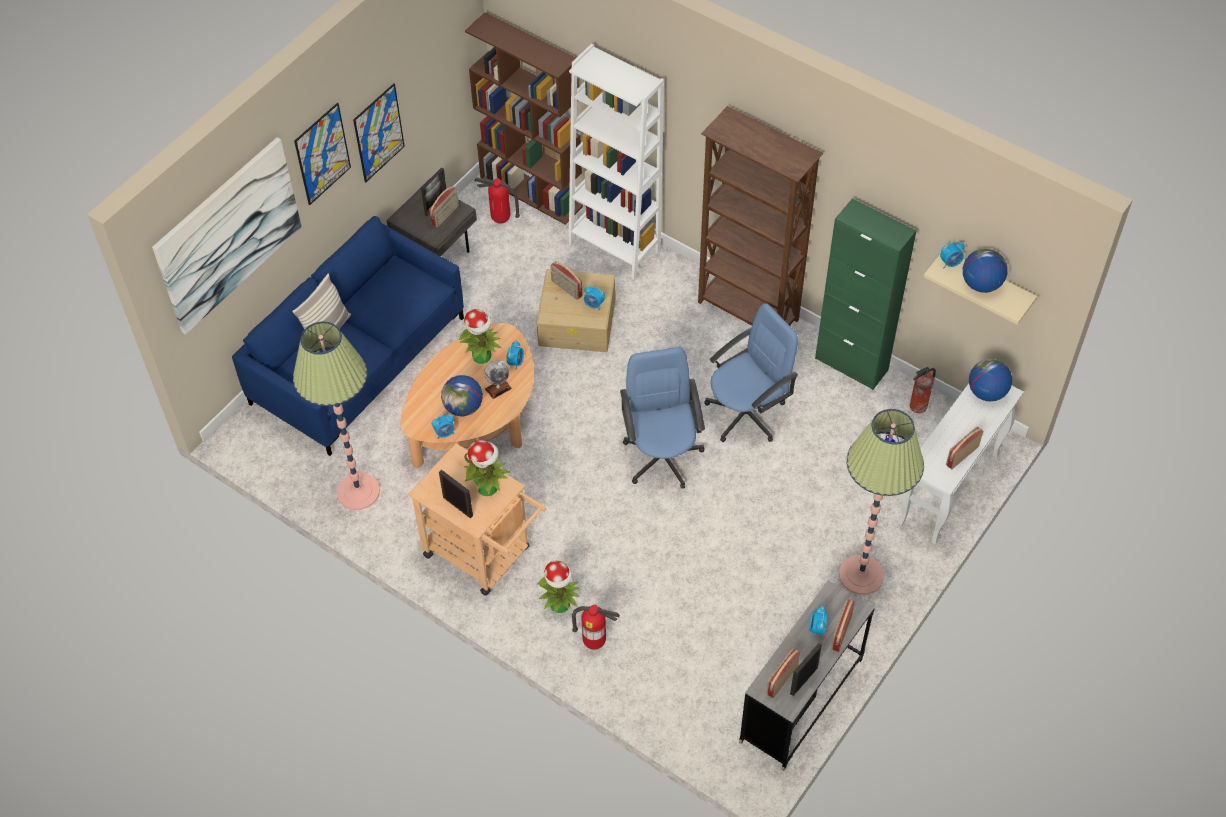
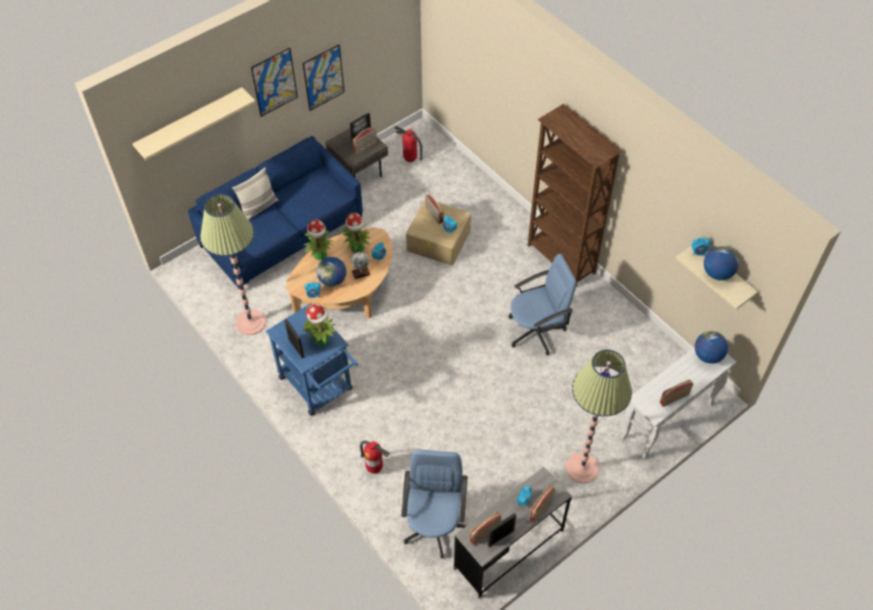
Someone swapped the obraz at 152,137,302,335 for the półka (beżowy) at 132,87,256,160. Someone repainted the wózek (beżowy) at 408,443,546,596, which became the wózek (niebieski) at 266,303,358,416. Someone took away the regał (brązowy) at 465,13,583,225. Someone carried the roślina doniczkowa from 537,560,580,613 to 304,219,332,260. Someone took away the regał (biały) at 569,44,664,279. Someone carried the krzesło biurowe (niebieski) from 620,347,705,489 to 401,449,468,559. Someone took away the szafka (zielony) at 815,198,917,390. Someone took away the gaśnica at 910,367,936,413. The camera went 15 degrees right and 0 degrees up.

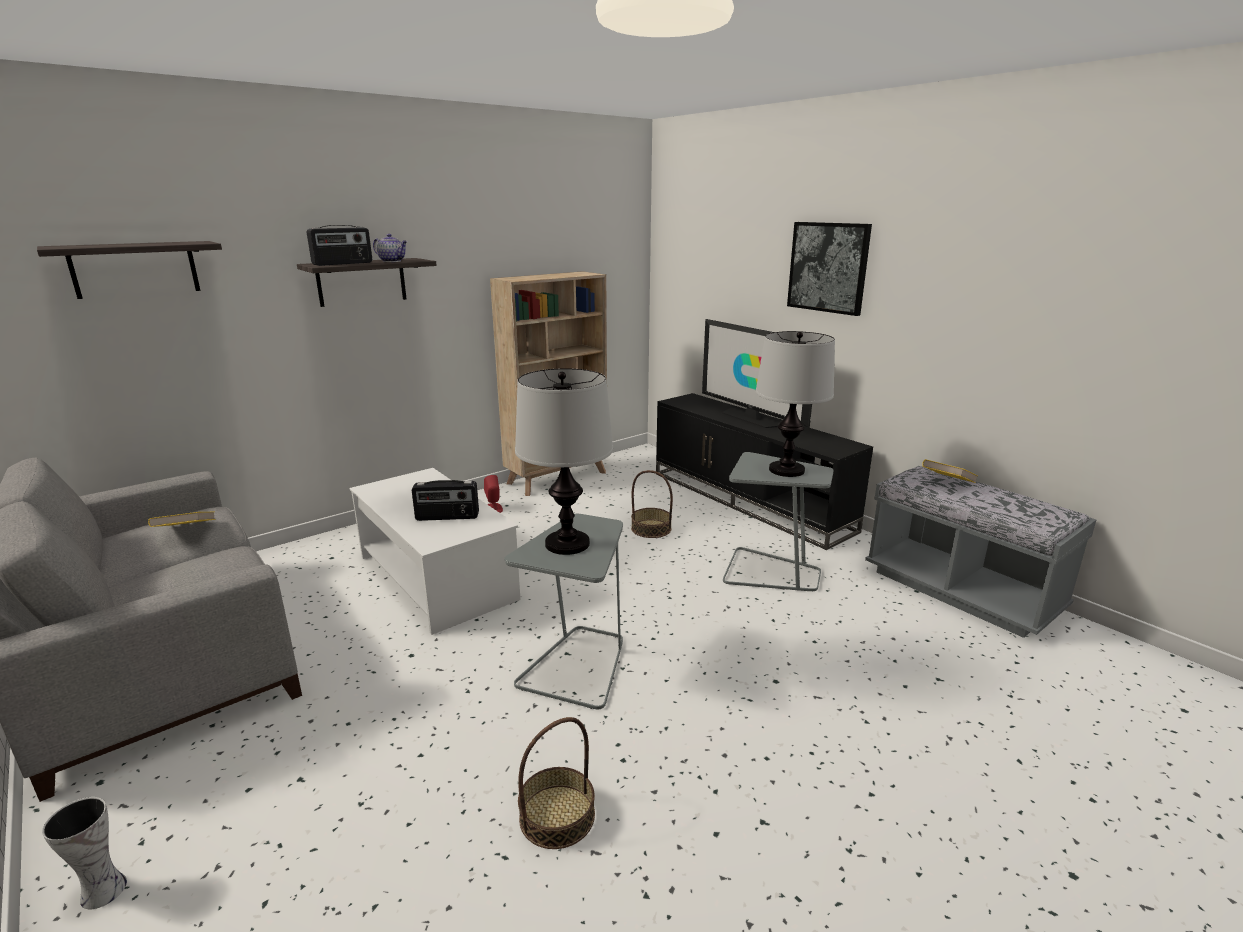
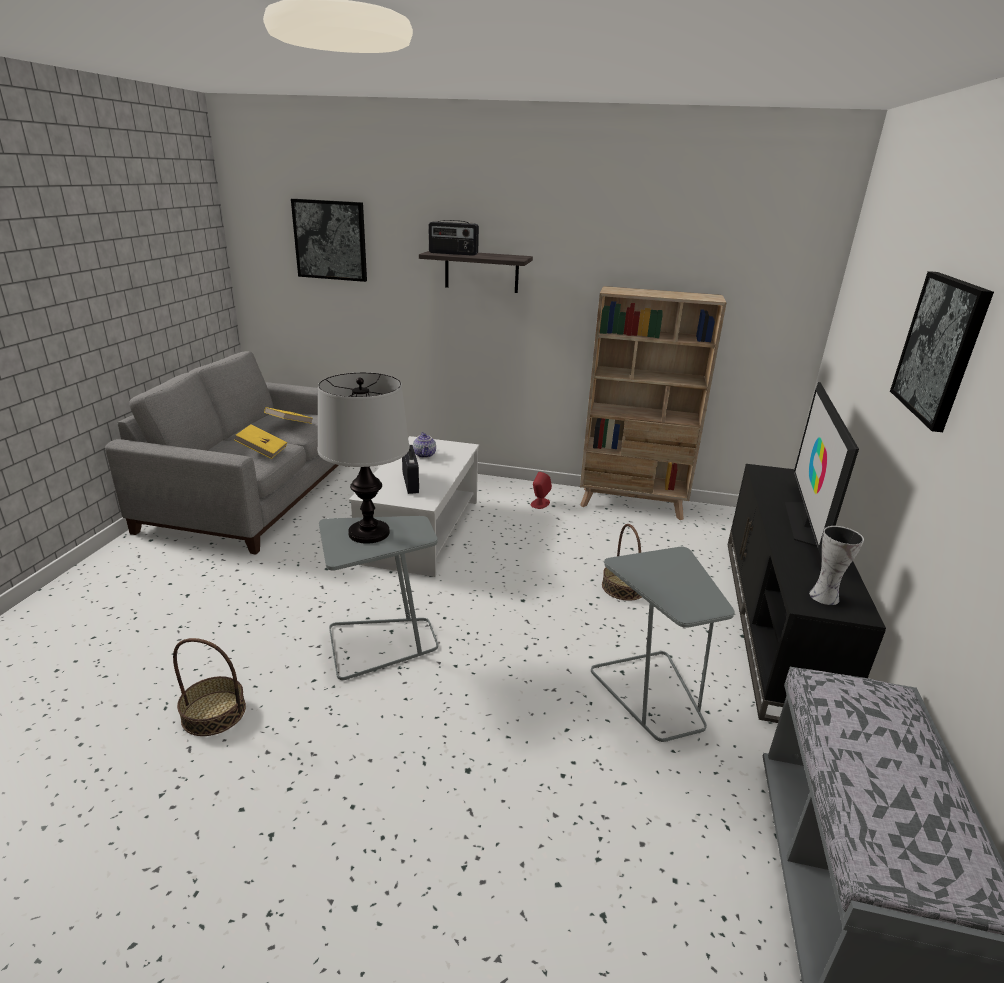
Someone swapped the półka at 37,241,222,299 for the obraz at 291,199,367,282. Someone carried the wazon from 42,797,127,909 to 809,526,864,605. Someone carried the imbryk from 373,234,408,262 to 413,432,436,458. Someone rotated the radio at 412,480,479,521 by 150 degrees counterclockwise. Someone took away the lampa stołowa at 756,331,835,477. Someone carried the książka (żółty) from 922,459,978,483 to 234,424,287,459. The camera went 50 degrees right and 5 degrees up.

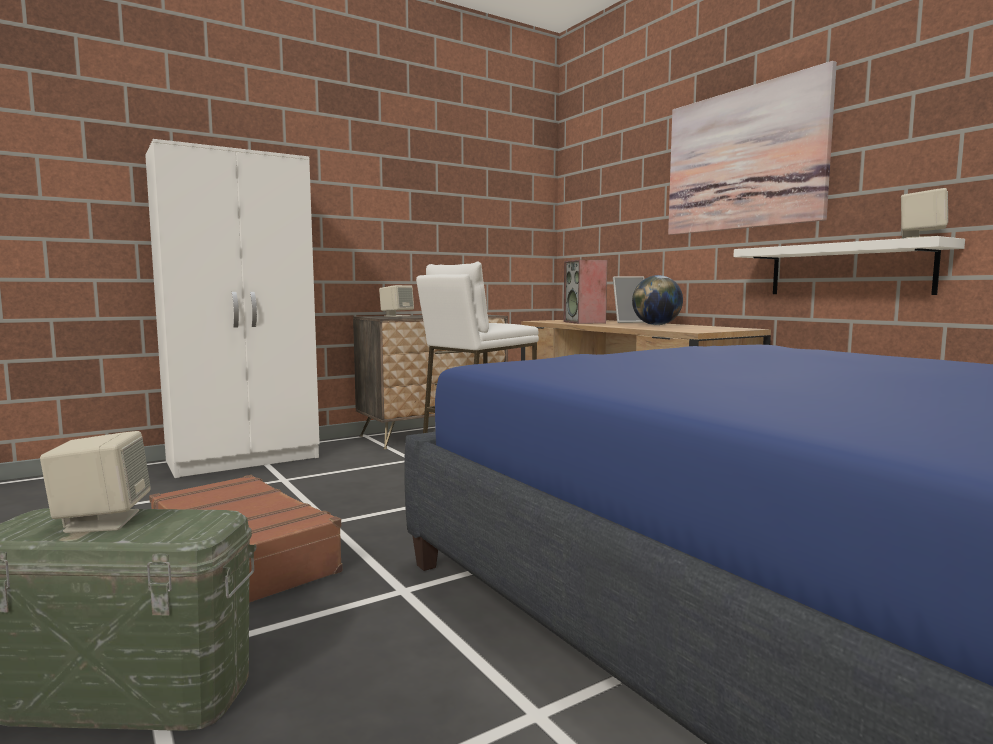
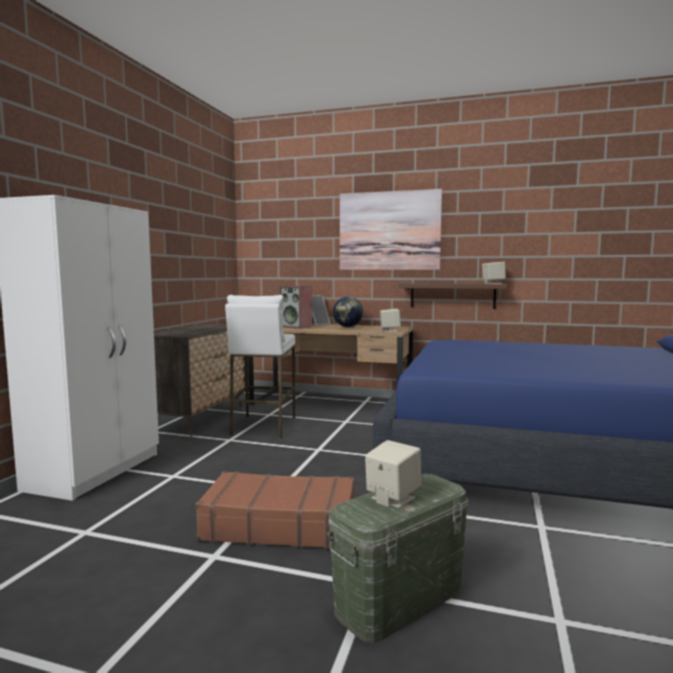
Someone carried the głośnik (beżowy) from 379,285,414,317 to 380,309,401,332. Someone repainted the półka (biały) at 734,236,965,295, which became the półka (brązowy) at 398,283,507,309. The camera went 40 degrees left and 0 degrees up.

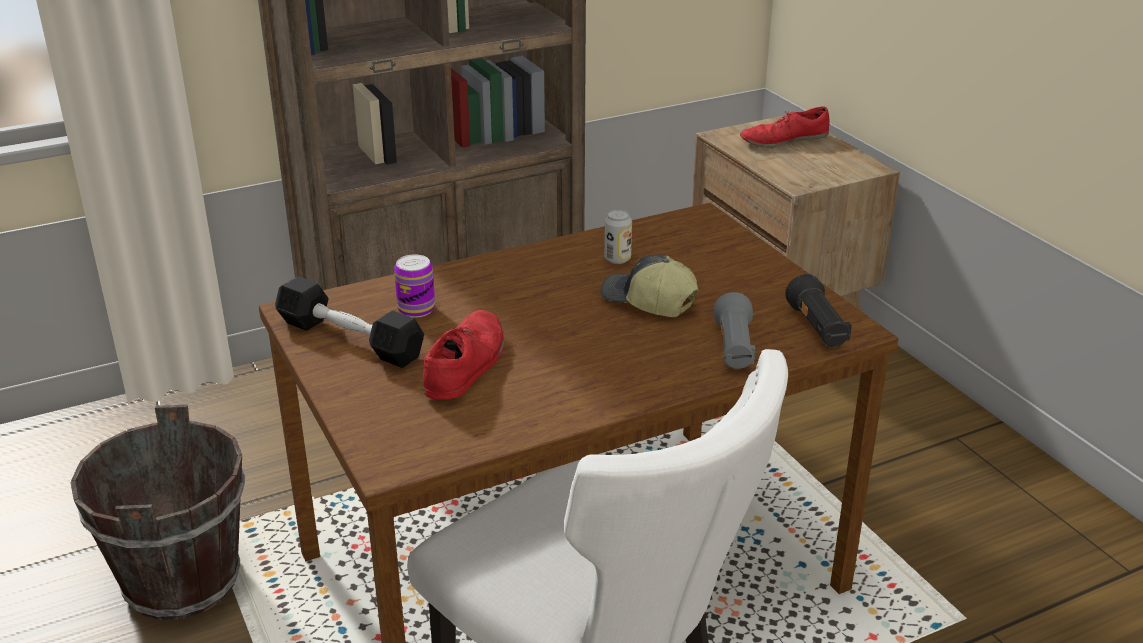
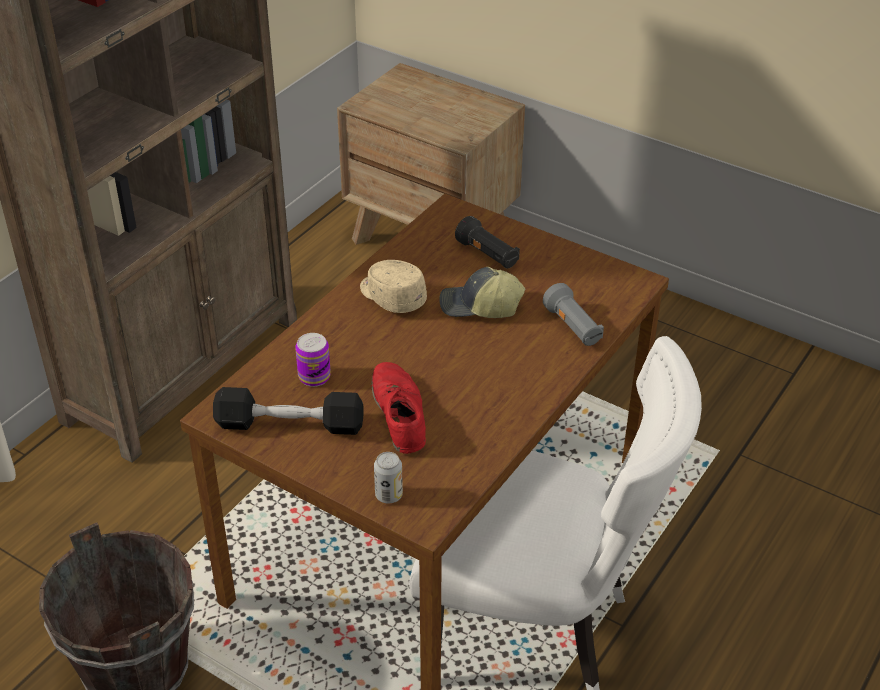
Someone carried the puszka from 604,210,632,264 to 374,452,403,503. Someone took away the but (czerwony) at 740,106,829,148. Someone carried the latarka (czarny) from 785,274,852,347 to 455,216,520,269. Someone put down the czapka z daszkiem (beżowy) at 360,260,427,313. The camera went 30 degrees left and 10 degrees up.

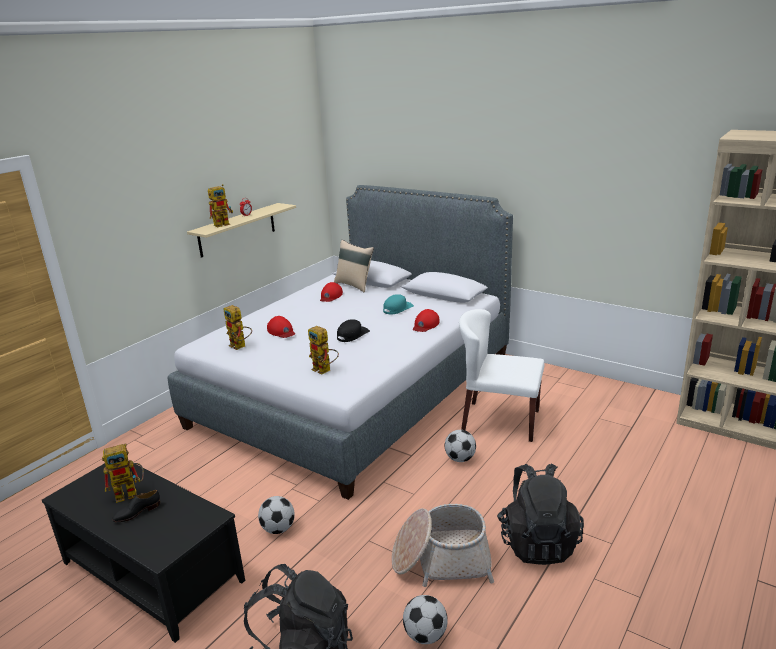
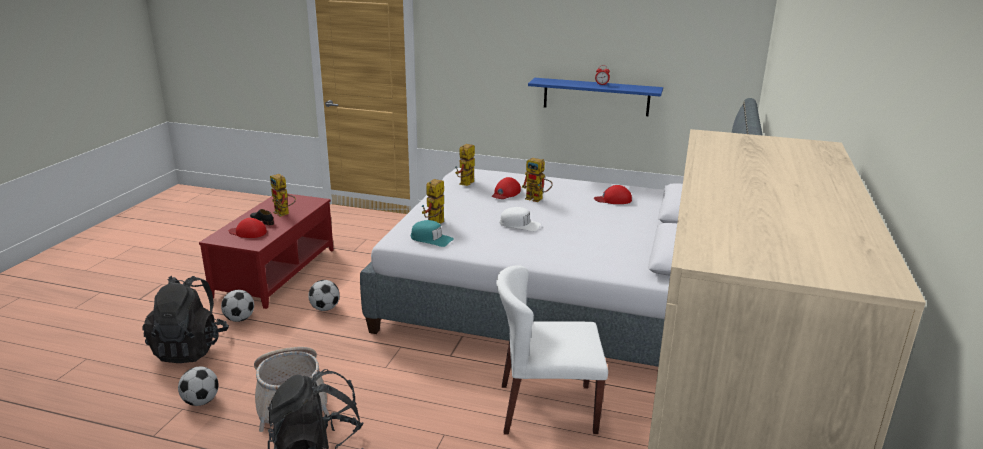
Someone repainted the ława (czarny) at 42,460,245,643, which became the ława (czerwony) at 199,194,334,309. Someone repainted the półka (beżowy) at 187,203,296,258, which became the półka (niebieski) at 528,78,663,116. Someone carried the robot zabawkowy from 208,184,233,227 to 522,158,553,202. Someone took away the poduszka (beżowy) at 334,240,374,292. Someone repainted the czapka z daszkiem (czarny) at 337,319,370,342, which became the czapka z daszkiem (biały) at 499,207,541,231. Someone carried the czapka z daszkiem (turkusowy) from 383,294,414,314 to 411,220,454,247. Someone carried the czapka z daszkiem (czerwony) from 413,309,440,332 to 229,218,267,238. Someone carried the piłka futbolowa from 445,430,476,462 to 221,290,254,322. Someone rotated the krzesło (biały) at 459,309,545,442 by 90 degrees counterclockwise. The camera went 70 degrees right and 0 degrees up.

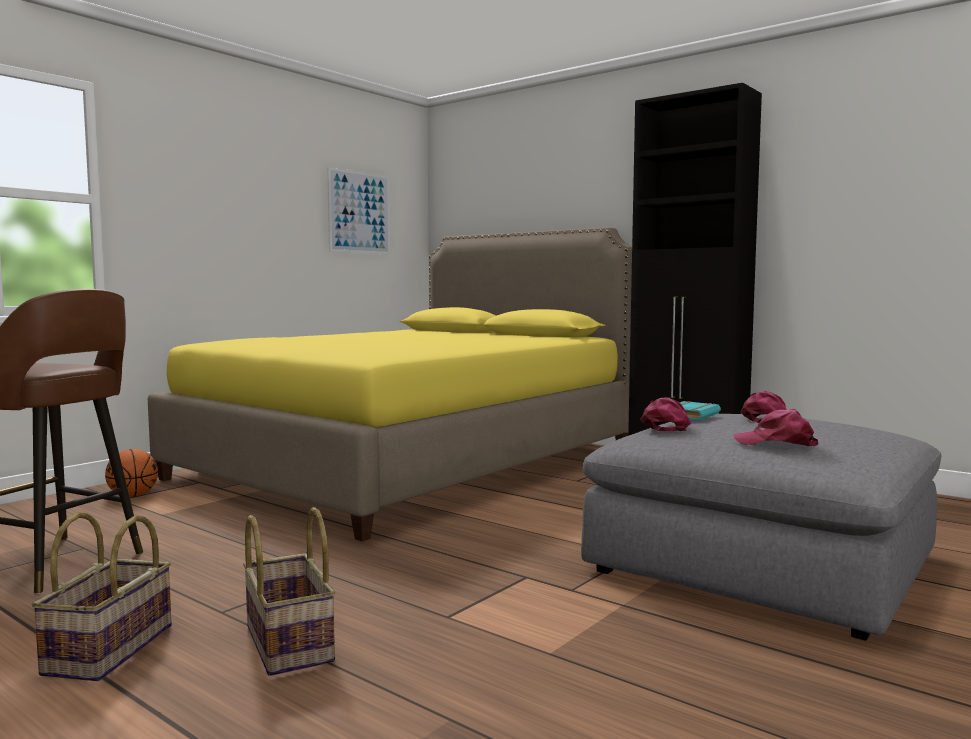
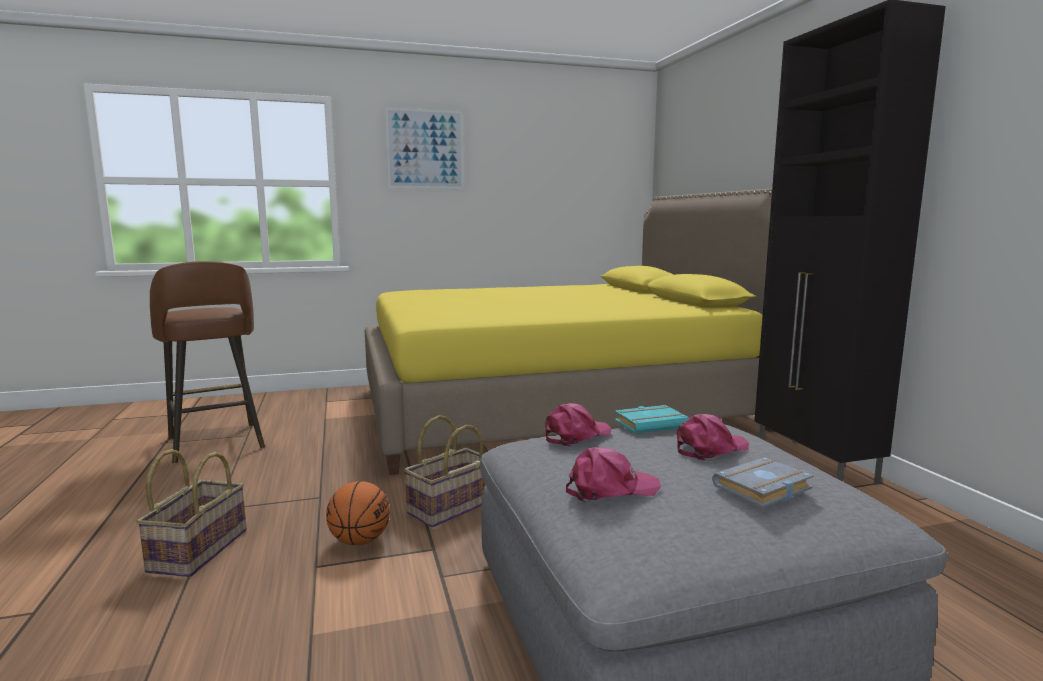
Someone carried the koszyk from 32,512,172,681 to 404,415,486,527. Someone carried the piłka do koszykówki from 105,449,158,497 to 326,481,390,545. Someone carried the obraz from 327,167,390,254 to 385,107,464,189. Someone rotated the czapka z daszkiem (różowy) at 734,409,818,446 by 105 degrees clockwise. Someone put down the książka (szary) at 712,457,814,508. The camera went 35 degrees right and 5 degrees up.

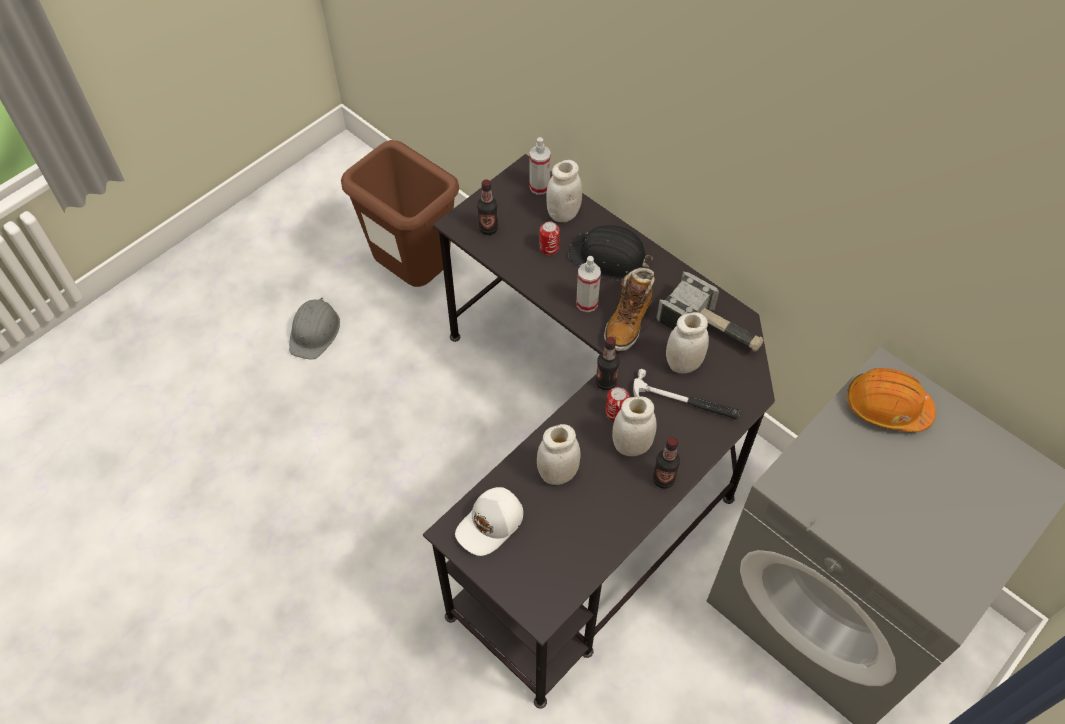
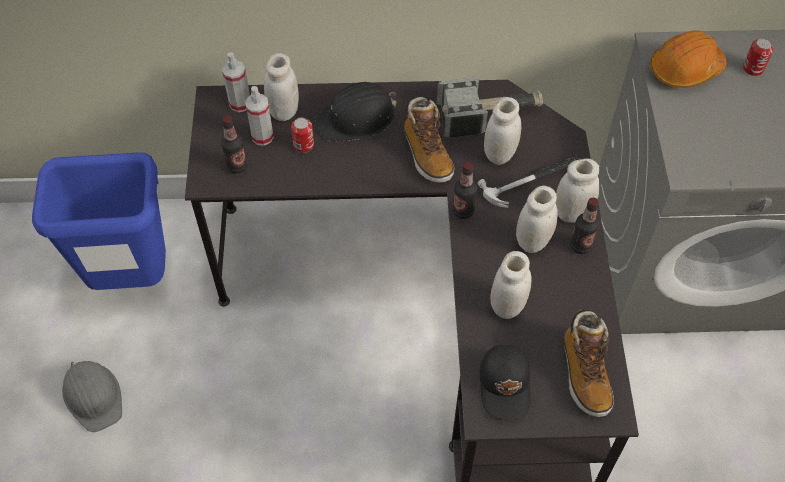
Someone repainted the kosz na śmieci (brązowy) at 341,140,459,287, which became the kosz na śmieci (niebieski) at 32,152,166,290. Someone repainted the czapka z daszkiem (biały) at 455,487,523,556, which became the czapka z daszkiem (czarny) at 479,345,530,419. Someone carried the spryskiwacz from 576,256,601,312 to 245,86,274,146. Someone carried the puszka from 605,387,629,421 to 743,38,774,76. Someone put down the słoik (biały) at 555,159,600,223. Someone put down the but z cholewką at 564,310,614,417. The camera went 45 degrees left and 0 degrees up.

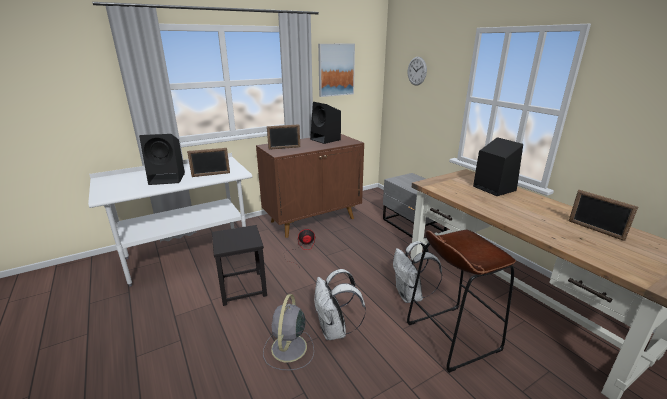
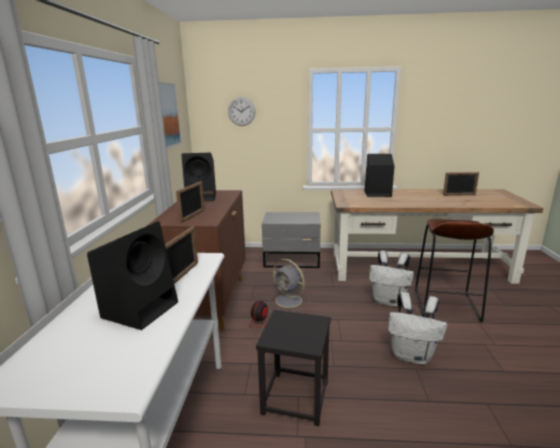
Someone carried the wentylator (szary) from 263,294,314,371 to 269,259,310,312. The camera went 55 degrees left and 5 degrees down.

